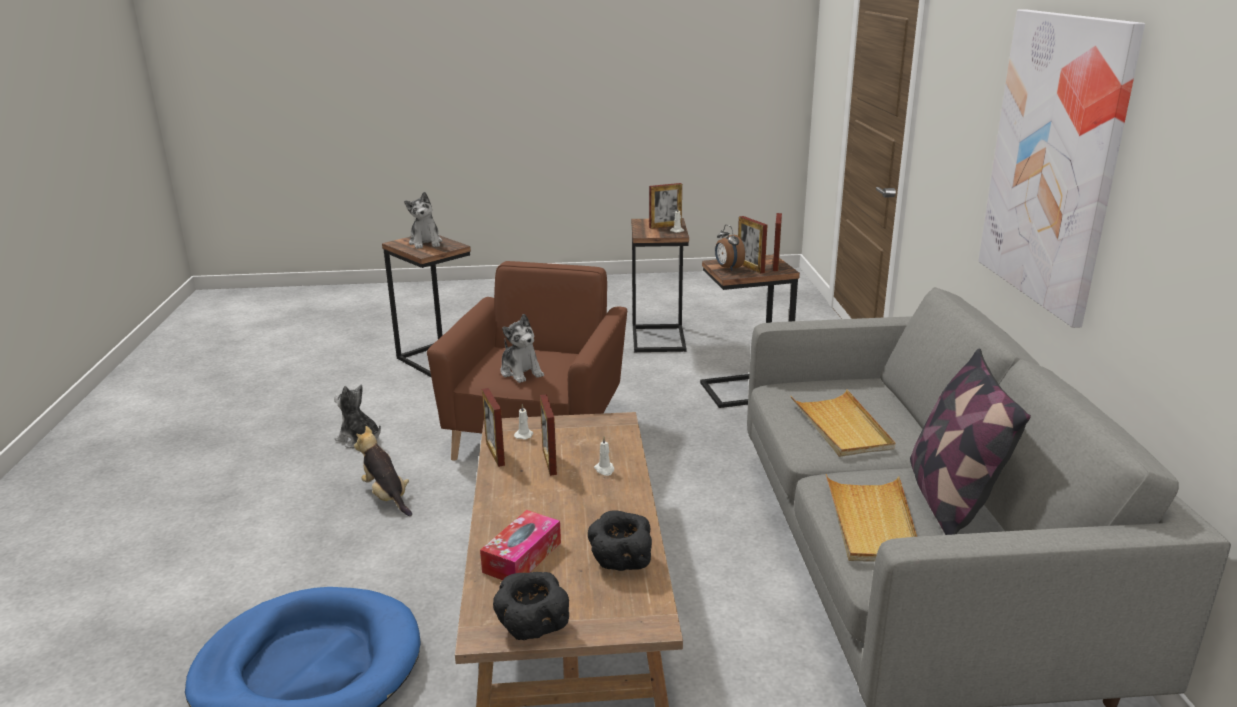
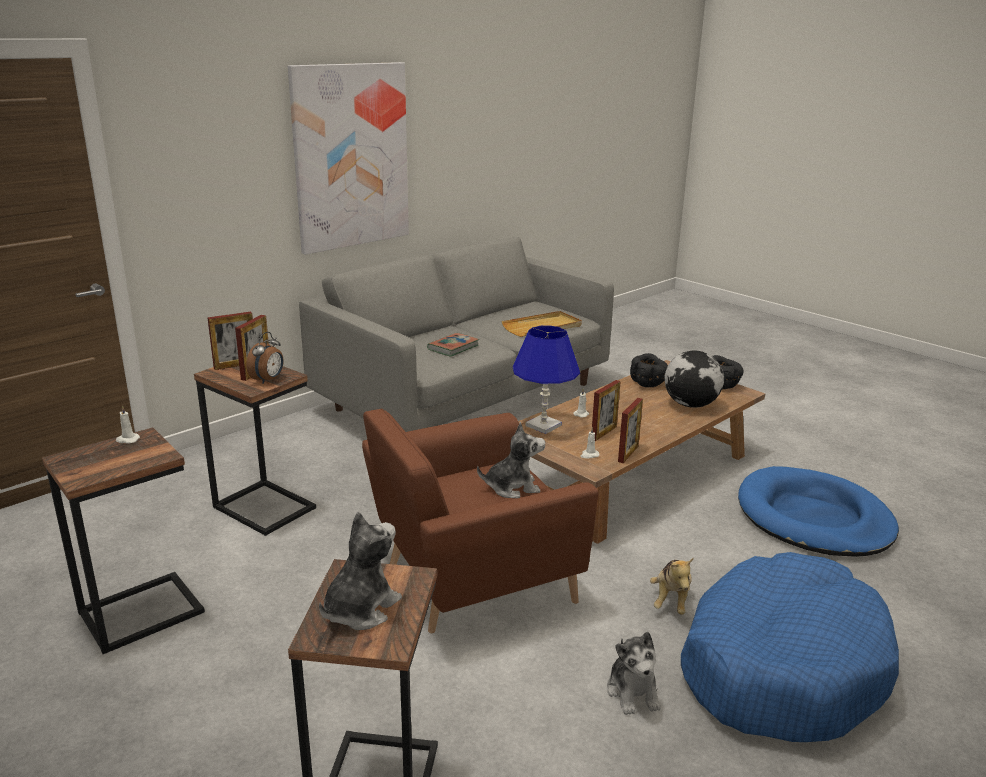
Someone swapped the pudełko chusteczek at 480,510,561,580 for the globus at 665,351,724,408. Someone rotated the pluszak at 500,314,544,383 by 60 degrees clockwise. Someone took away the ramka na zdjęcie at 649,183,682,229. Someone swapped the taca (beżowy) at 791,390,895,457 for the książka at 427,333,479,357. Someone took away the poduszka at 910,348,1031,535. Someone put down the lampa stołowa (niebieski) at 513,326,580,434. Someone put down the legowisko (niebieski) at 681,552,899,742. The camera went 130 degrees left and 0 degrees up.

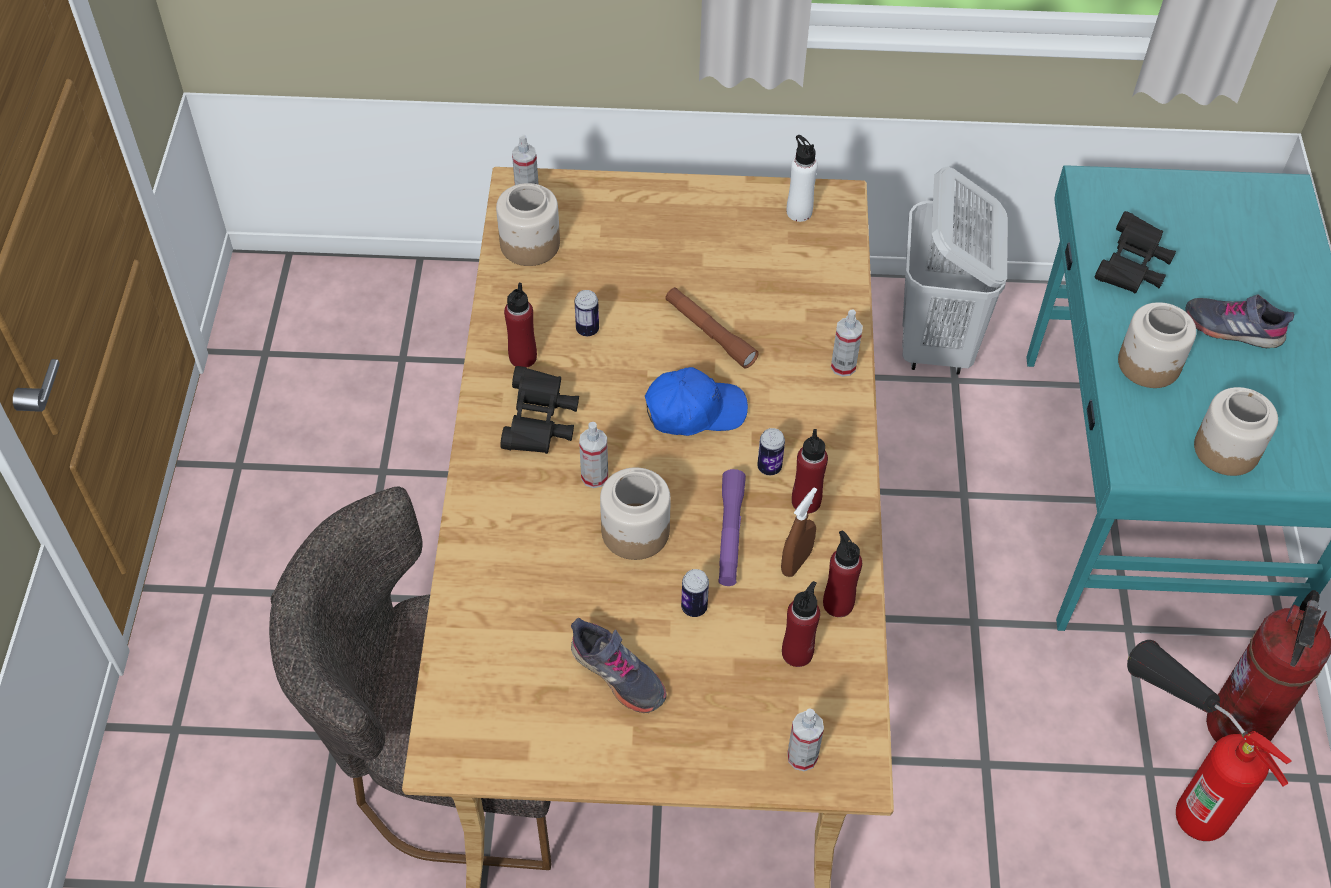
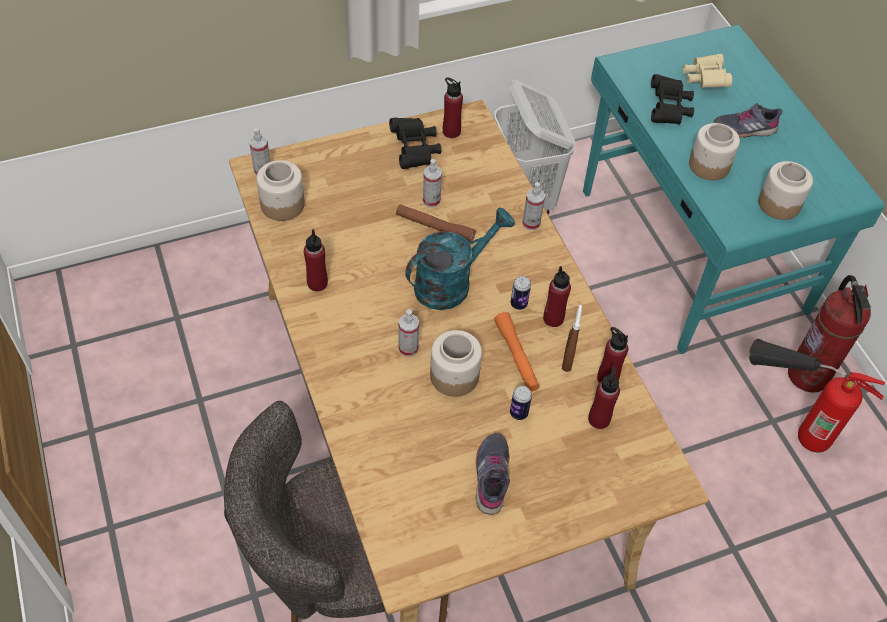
Someone carried the lornetka (czarny) from 500,366,579,454 to 389,117,442,169. Someone rotated the but (szary) at 571,618,667,713 by 105 degrees counterclockwise. Someone took away the puszka at 575,290,599,336. Someone swapped the czapka z daszkiem (niebieski) at 645,367,748,436 for the konewka (turkusowy) at 405,208,515,310. Someone repainted the latarka (fioletowy) at 718,469,746,586, which became the latarka (pomarańczowy) at 494,312,540,392. Someone repainted the butelka (biały) at 787,135,818,222, which became the butelka (czerwony) at 443,77,463,138. Someone carried the spryskiwacz from 787,708,824,771 to 423,159,442,207. Someone put down the lornetka (beżowy) at 683,54,732,88. The camera went 25 degrees left and 0 degrees up.

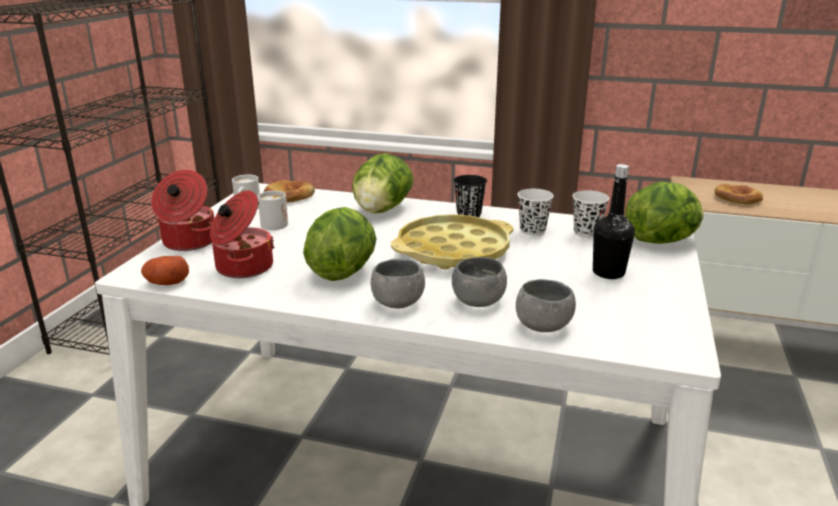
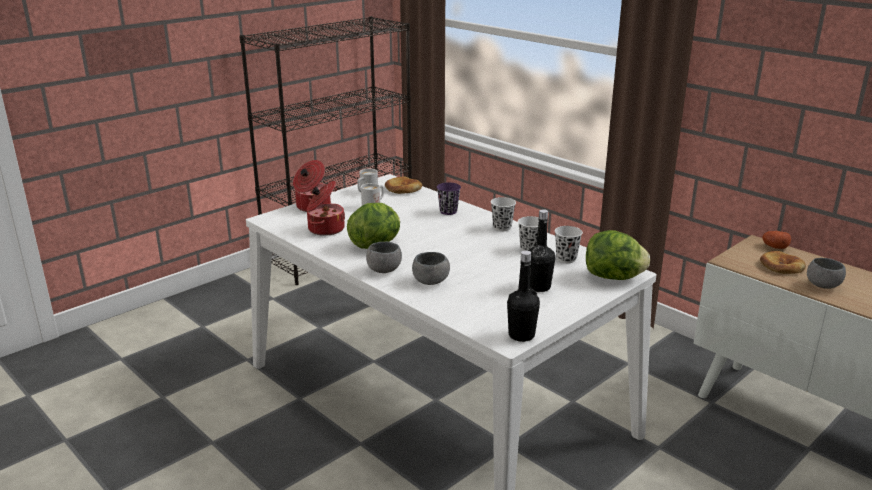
Someone carried the ziemniak from 141,256,189,285 to 762,231,791,249. Someone swapped the sałata at 352,153,414,213 for the filiżanka (fioletowy) at 437,182,461,215. Someone took away the taca (żółty) at 391,214,513,270. Someone repainted the filiżanka (czarny) at 453,175,487,217, which became the filiżanka (biały) at 491,197,516,231. Someone carried the miska (szary) from 516,279,576,332 to 807,258,846,289. Someone put down the butelka (czarny) at 507,250,540,342. The camera went 30 degrees right and 0 degrees up.

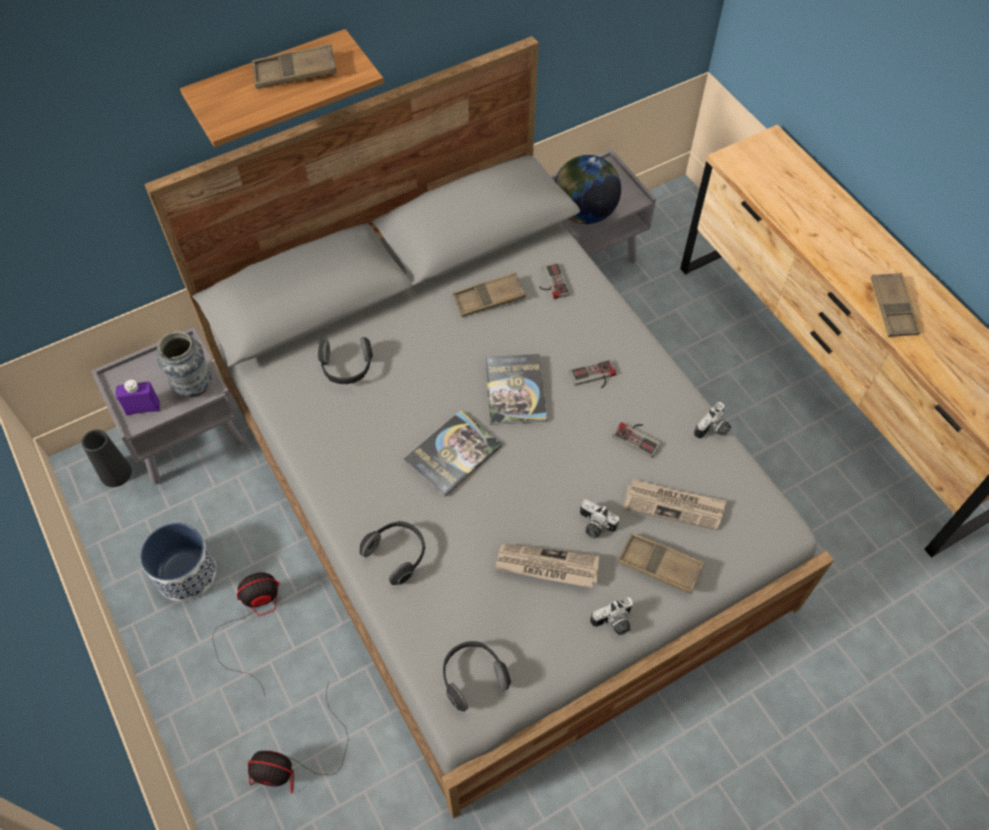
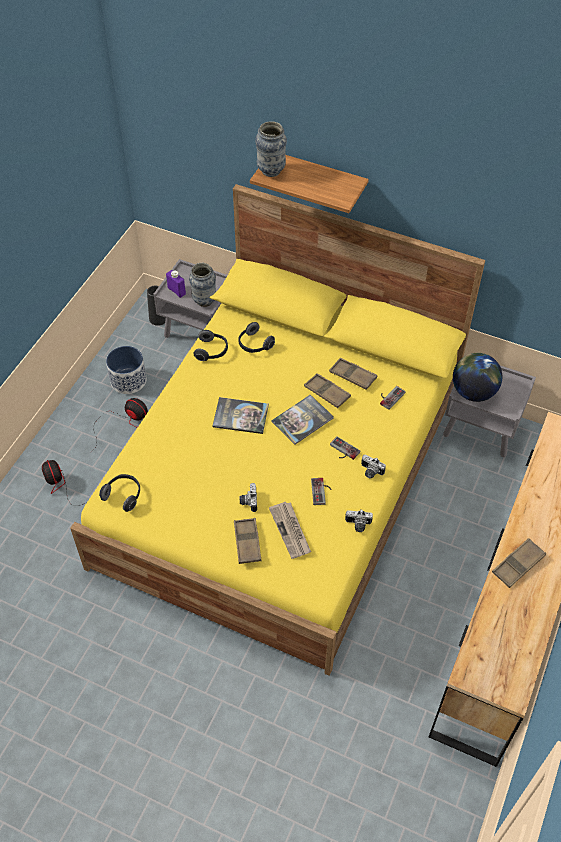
Someone repainted the łóżko (szary) at 144,36,834,819, which became the łóżko (żółty) at 70,184,485,676. Someone carried the taca (brązowy) from 252,44,336,89 to 304,373,351,408. Someone carried the słuchawki from 359,521,425,585 to 193,330,228,361. Someone took away the gazeta at 495,543,600,588. Someone carried the aparat fotograficzny from 590,597,633,635 to 361,455,386,479. Someone put down the wazon at 255,121,287,177. The camera went 55 degrees right and 5 degrees down.

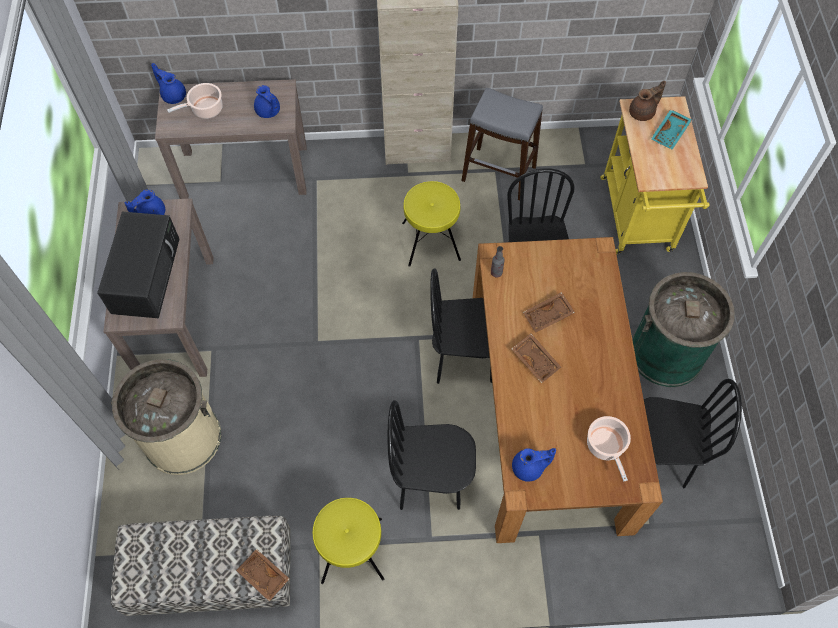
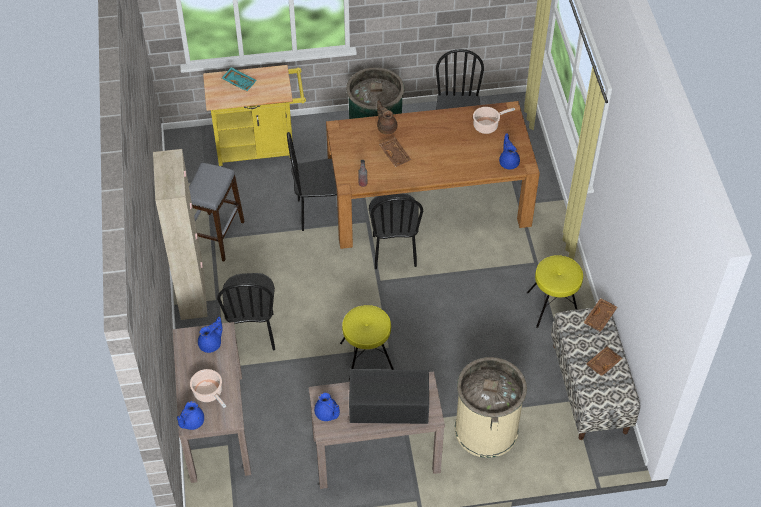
Someone carried the krzesło (czarny) from 388,400,476,510 to 217,273,275,350. Someone carried the stołek (żółty) from 402,181,461,267 to 340,305,394,381. Someone carried the taca (brązowy) from 511,334,561,383 to 586,346,623,376. Someone carried the imbryk (brązowy) from 629,81,666,121 to 377,101,397,134. The camera went 95 degrees left and 10 degrees down.

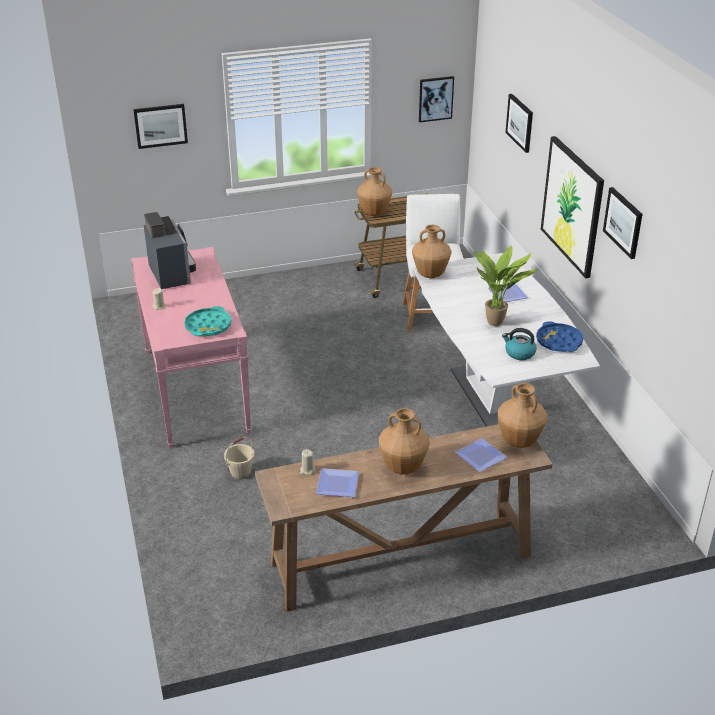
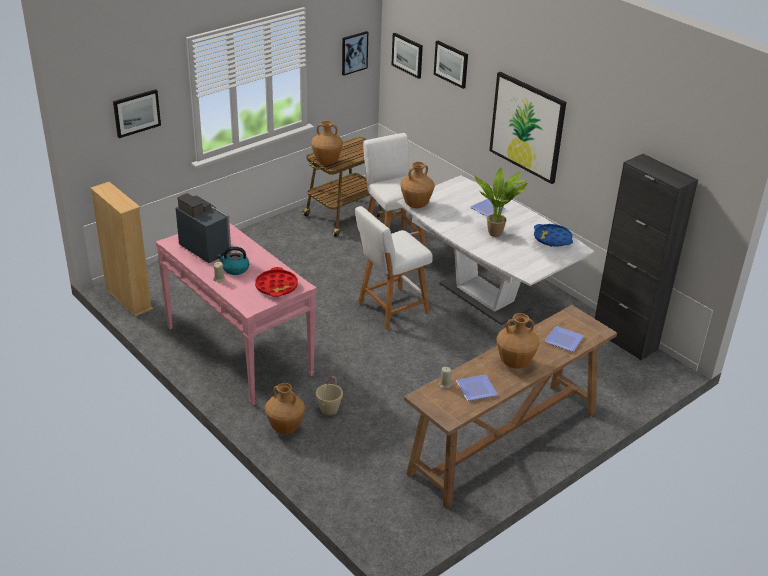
Someone repainted the taca (turkusowy) at 184,306,231,336, which became the taca (czerwony) at 255,267,298,297. Someone carried the wazon (brązowy) from 498,383,547,448 to 265,383,305,434. Someone carried the czajnik from 502,328,537,360 to 217,247,249,275. Someone carried the obraz from 603,187,642,259 to 392,33,423,79. Someone put down the regał (beżowy) at 90,182,153,317. Someone put down the stołek (biały) at 355,206,433,330. Someone put down the szafka (czarny) at 595,154,698,361. The camera went 25 degrees left and 0 degrees up.

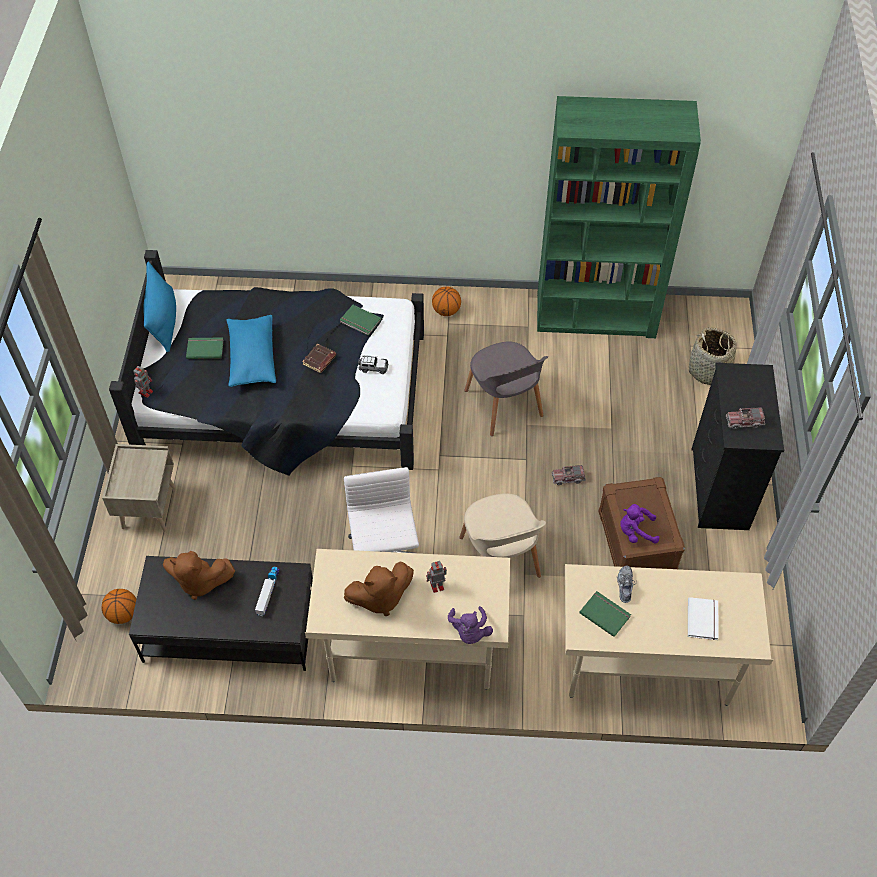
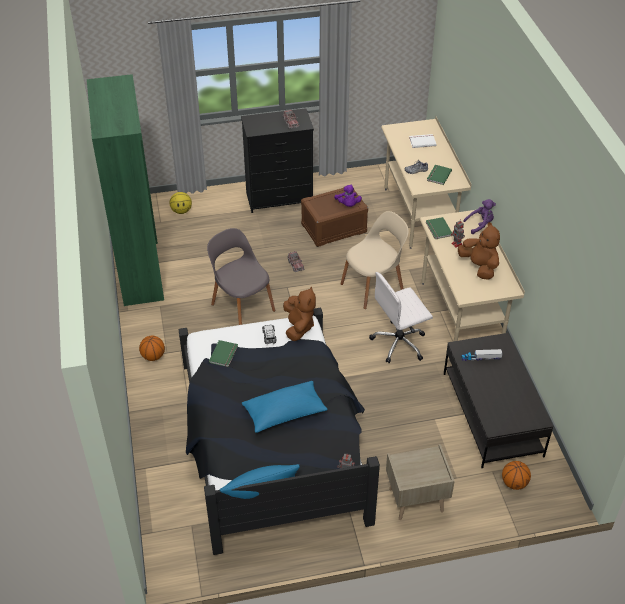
Someone carried the pluszak (brązowy) from 163,551,235,600 to 283,287,316,341. Someone carried the książka (zielony) from 186,338,224,359 to 426,217,452,239. Someone took away the książka (brązowy) at 302,344,336,373. Someone rotated the krzesło (szary) at 464,341,548,436 by 90 degrees counterclockwise. Someone swapped the koszyk at 689,327,737,385 for the piłka do koszykówki at 170,192,192,214. The camera went 105 degrees left and 10 degrees down.

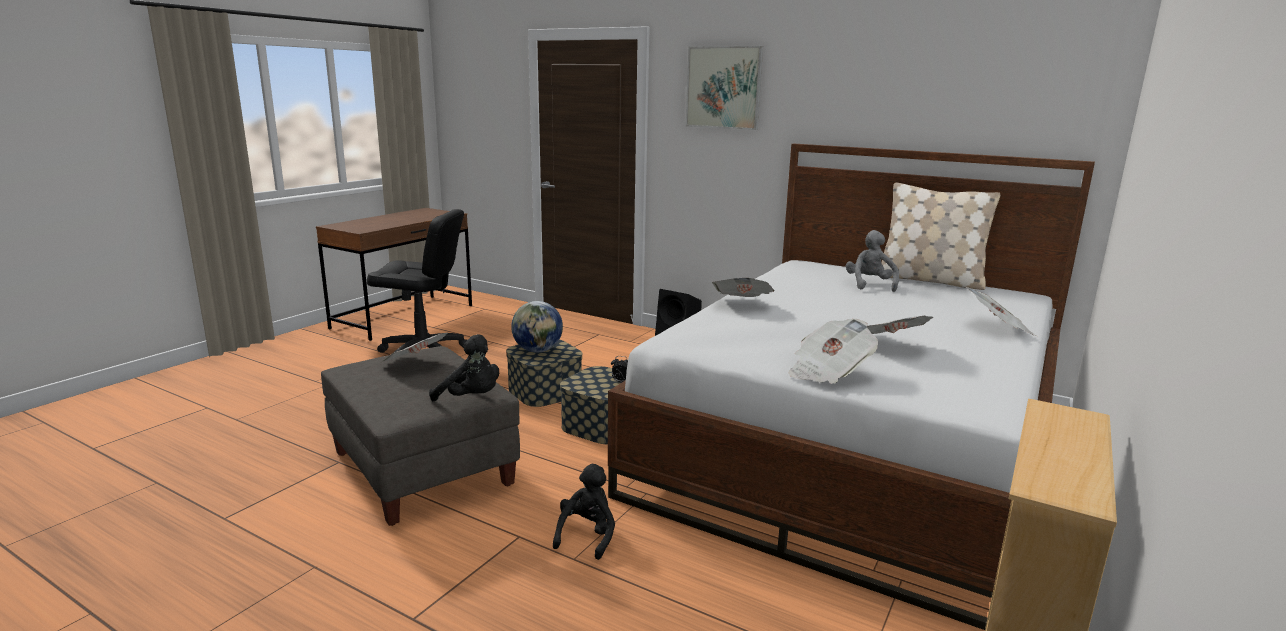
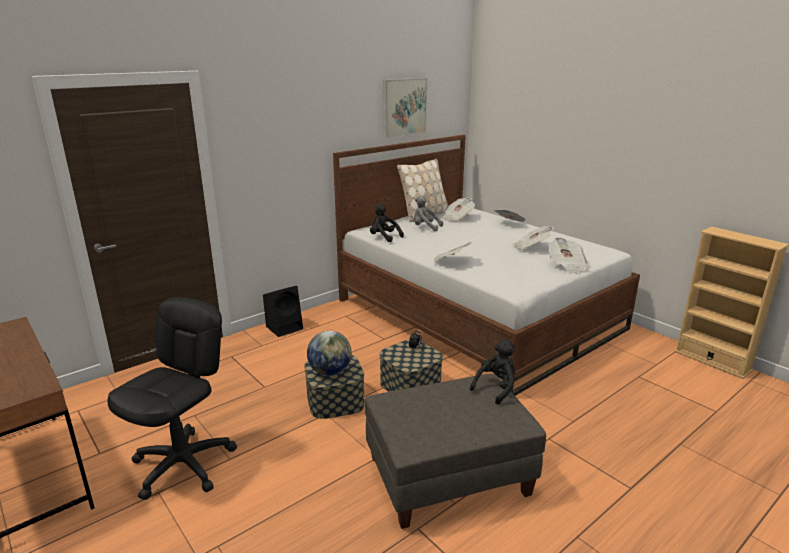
Someone carried the gazeta from 380,333,447,363 to 441,197,475,221. Someone carried the pluszak (czarny) from 553,464,615,560 to 370,204,404,242. Someone carried the obraz from 686,46,763,130 to 384,78,427,138. The camera went 70 degrees left and 5 degrees up.

